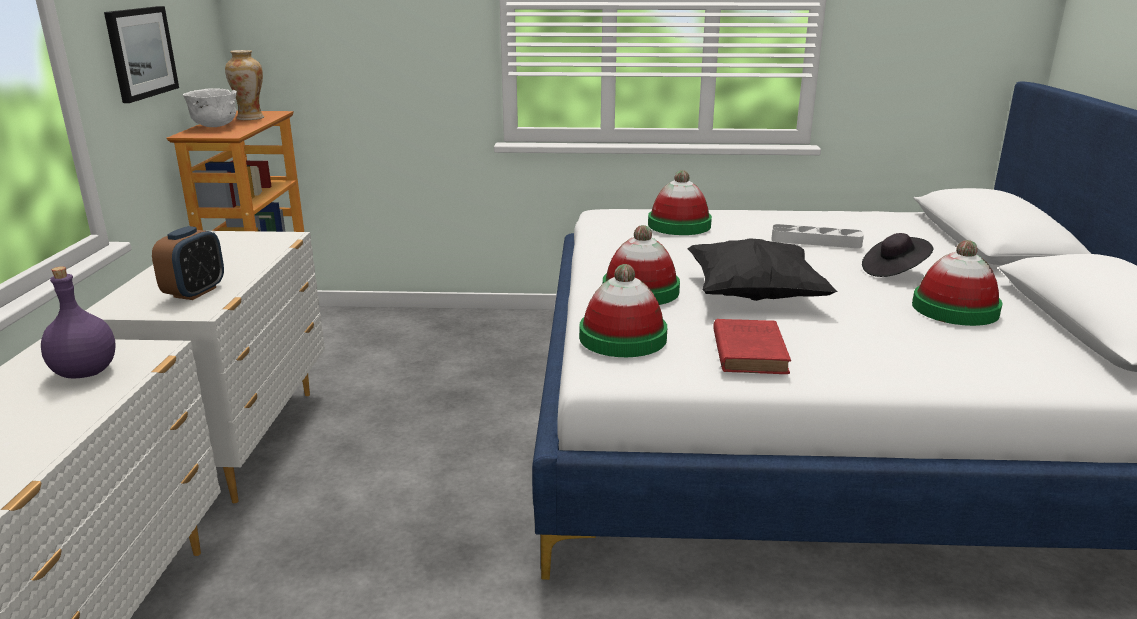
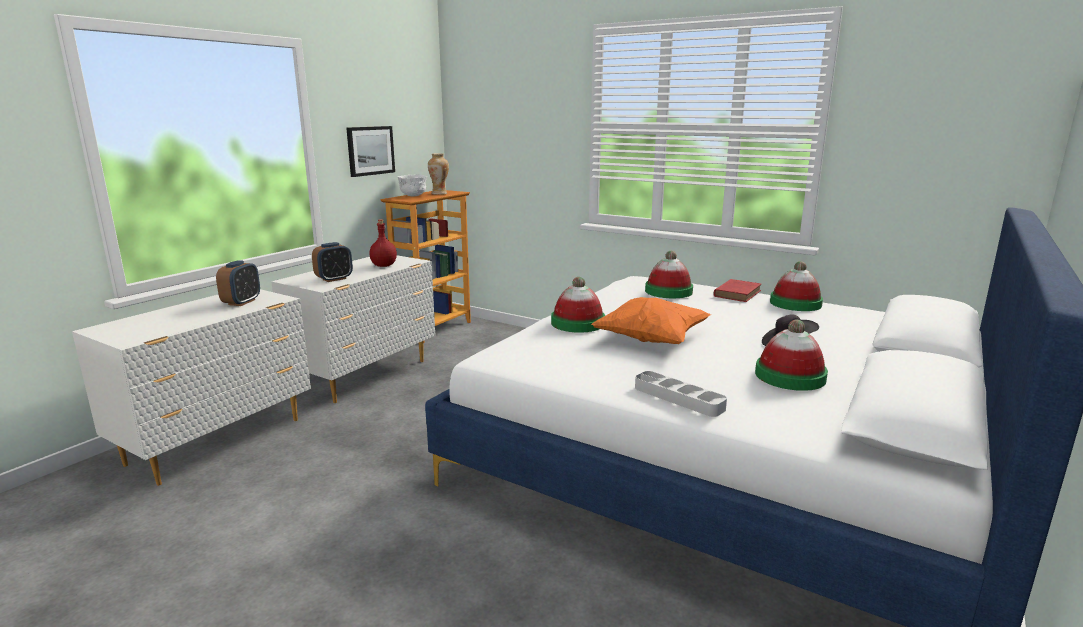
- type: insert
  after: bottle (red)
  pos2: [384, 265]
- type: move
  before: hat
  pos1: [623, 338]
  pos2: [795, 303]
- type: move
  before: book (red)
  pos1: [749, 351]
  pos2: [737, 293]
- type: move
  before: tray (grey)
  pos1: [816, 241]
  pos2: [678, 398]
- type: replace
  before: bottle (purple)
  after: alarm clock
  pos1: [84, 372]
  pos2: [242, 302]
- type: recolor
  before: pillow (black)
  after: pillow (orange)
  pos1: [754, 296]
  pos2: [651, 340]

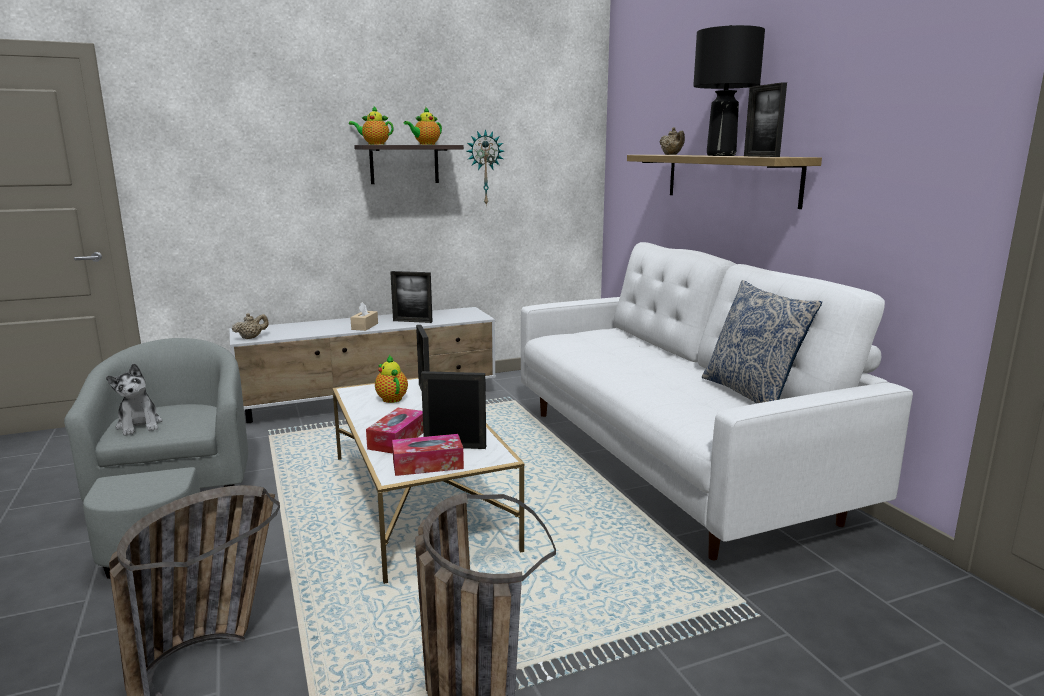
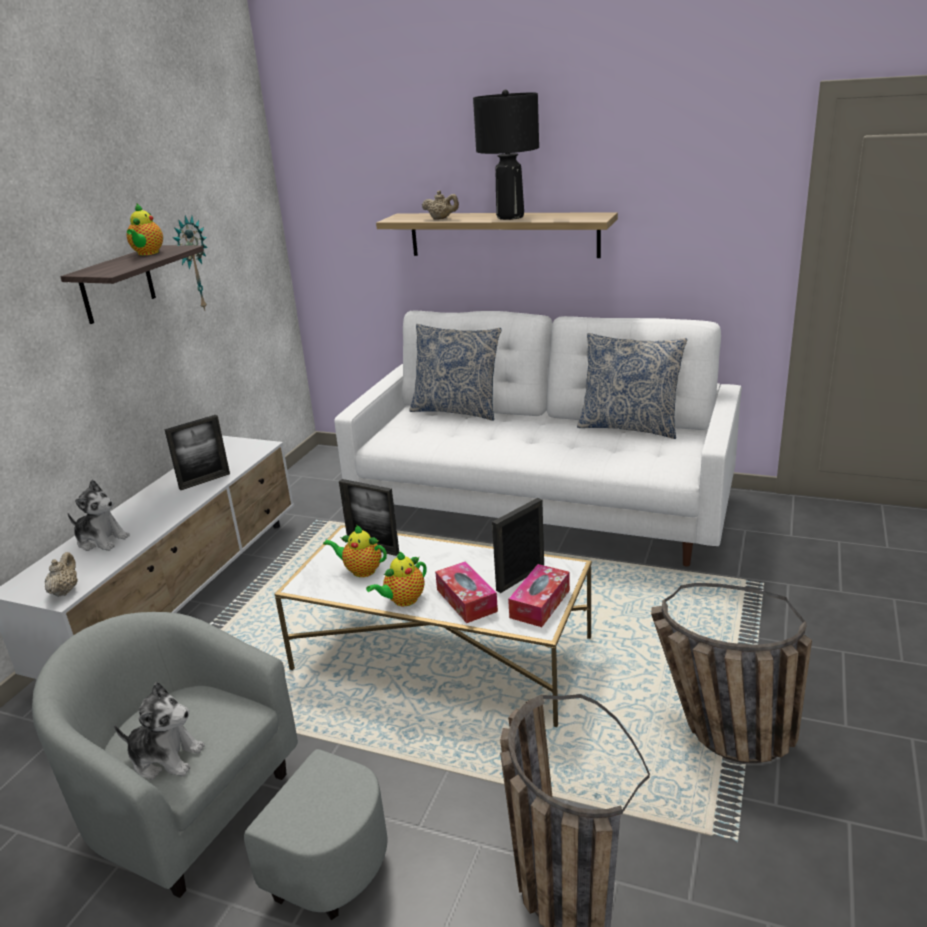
- type: delete
  before: tissue box (beige)
  pos1: [364, 326]
- type: delete
  before: picture frame
  pos1: [761, 156]
- type: insert
  after: plush toy
  pos2: [101, 540]
- type: insert
  after: pillow
  pos2: [457, 410]
- type: move
  before: teapot
  pos1: [374, 144]
  pos2: [403, 600]

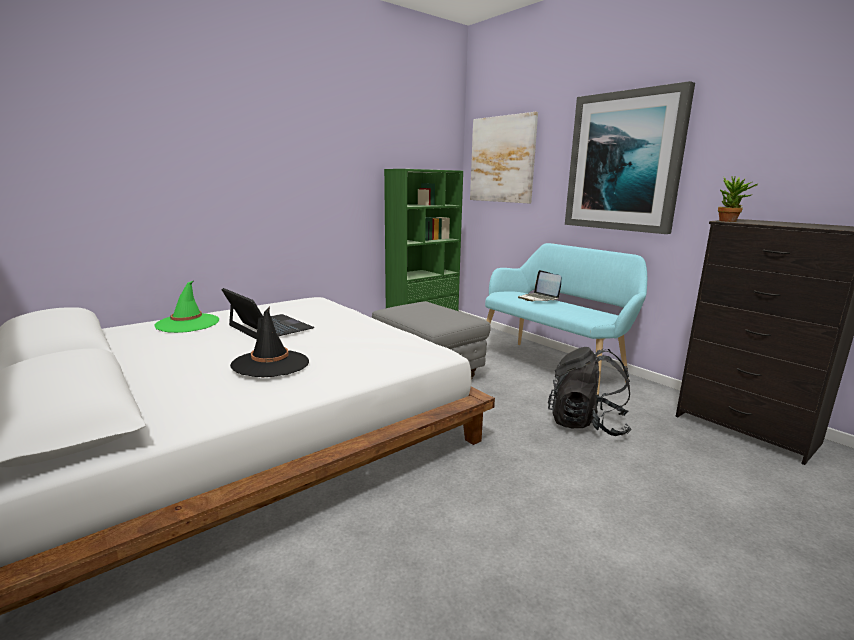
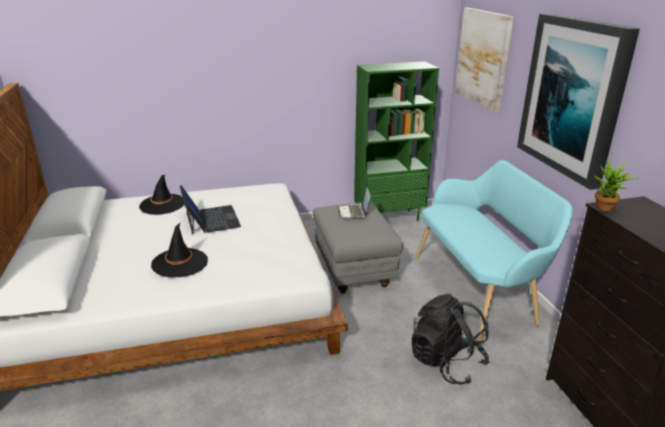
- type: move
  before: laptop
  pos1: [538, 298]
  pos2: [354, 212]
- type: recolor
  before: hat (green)
  after: hat (black)
  pos1: [187, 323]
  pos2: [162, 204]

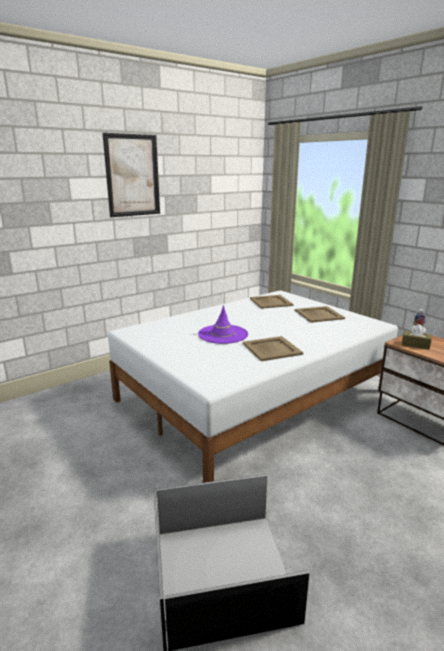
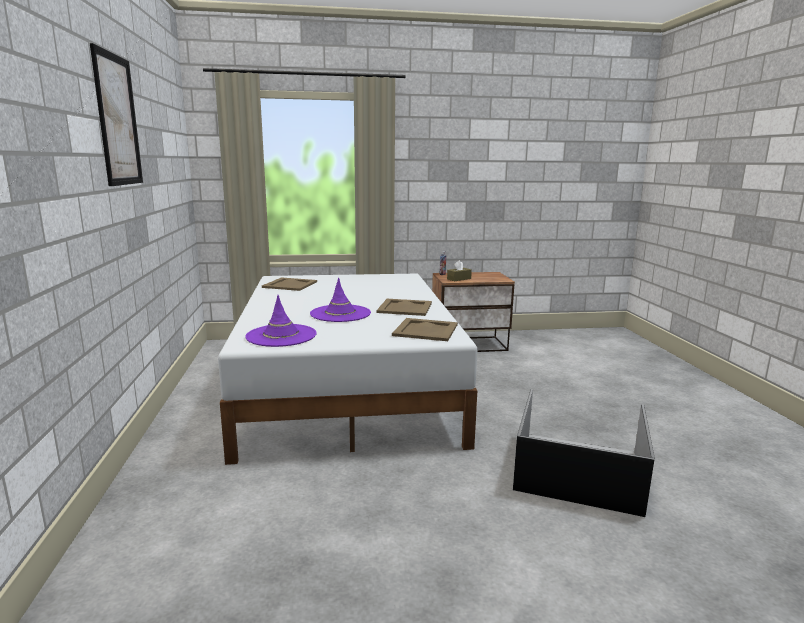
- type: insert
  after: hat (purple)
  pos2: [281, 336]
- type: move
  before: tray (beige)
  pos1: [318, 314]
  pos2: [425, 330]

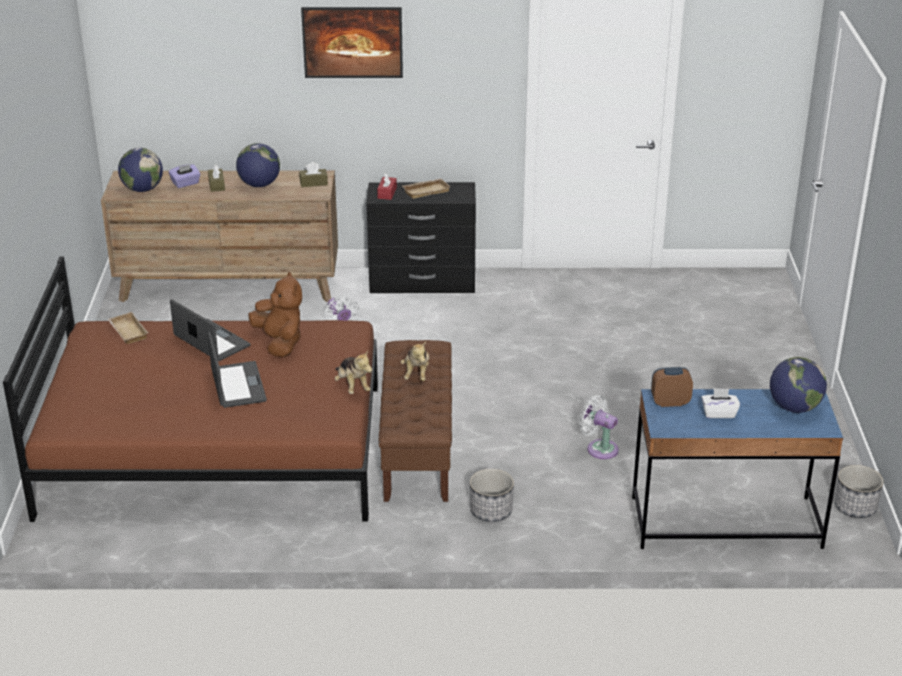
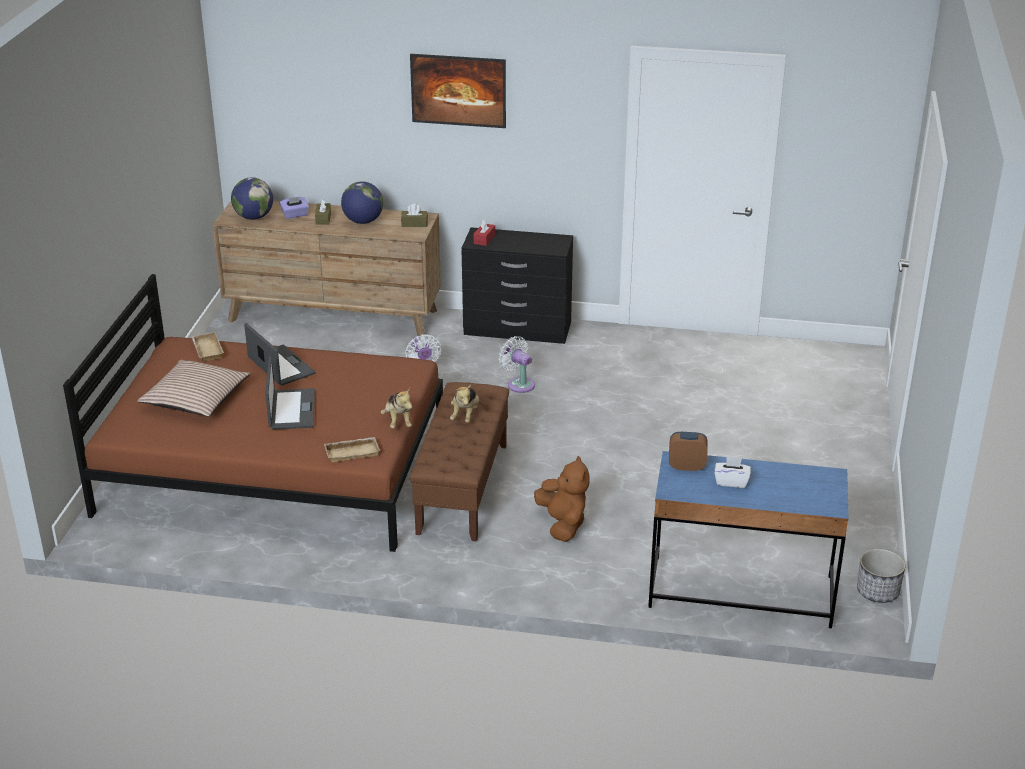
- type: delete
  before: planter
  pos1: [491, 511]
- type: delete
  before: globe
  pos1: [794, 407]
- type: insert
  after: pillow
  pos2: [195, 398]
- type: move
  before: plush toy (brown)
  pos1: [280, 343]
  pos2: [563, 524]
- type: move
  before: tray (beige)
  pos1: [426, 191]
  pos2: [352, 452]
- type: move
  before: fan (white)
  pos1: [599, 448]
  pos2: [519, 384]

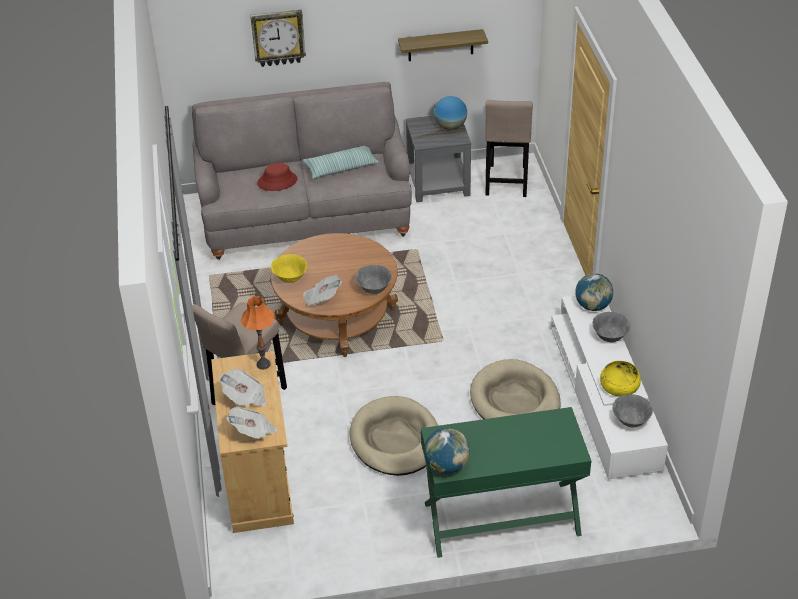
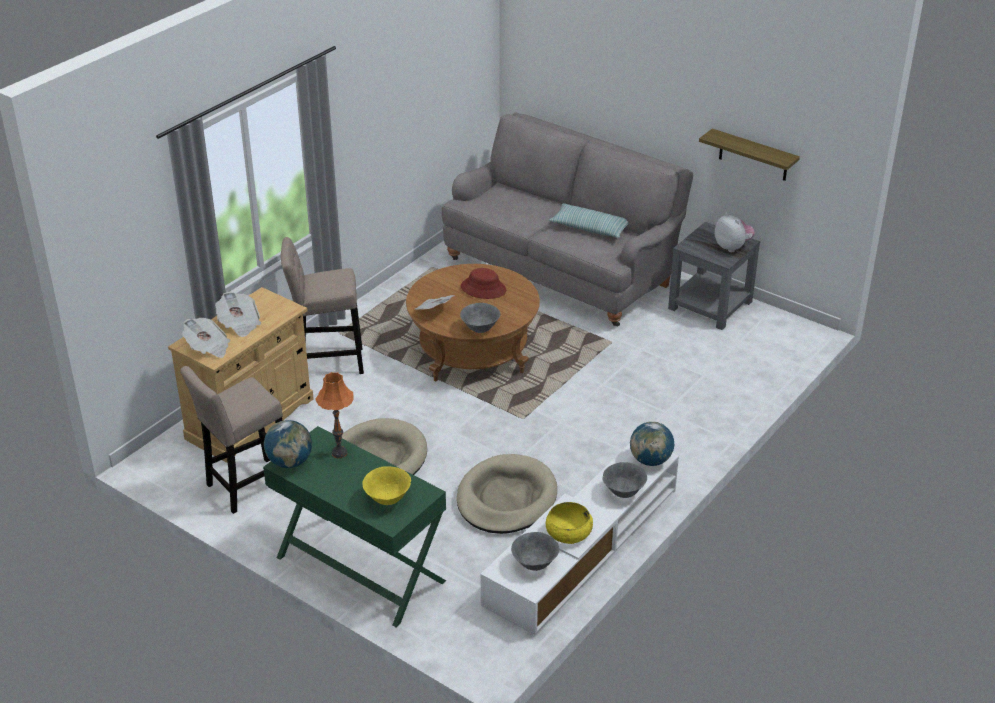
- type: delete
  before: wall clock
  pos1: [278, 37]
- type: move
  before: table lamp (orange)
  pos1: [263, 364]
  pos2: [339, 453]
- type: move
  before: hat (red)
  pos1: [277, 181]
  pos2: [483, 288]
- type: move
  before: bowl (yellow)
  pos1: [290, 279]
  pos2: [387, 499]
- type: move
  before: stool (beige)
  pos1: [506, 183]
  pos2: [245, 487]
- type: replace
  before: globe
  after: plush toy
  pos1: [450, 126]
  pos2: [732, 247]

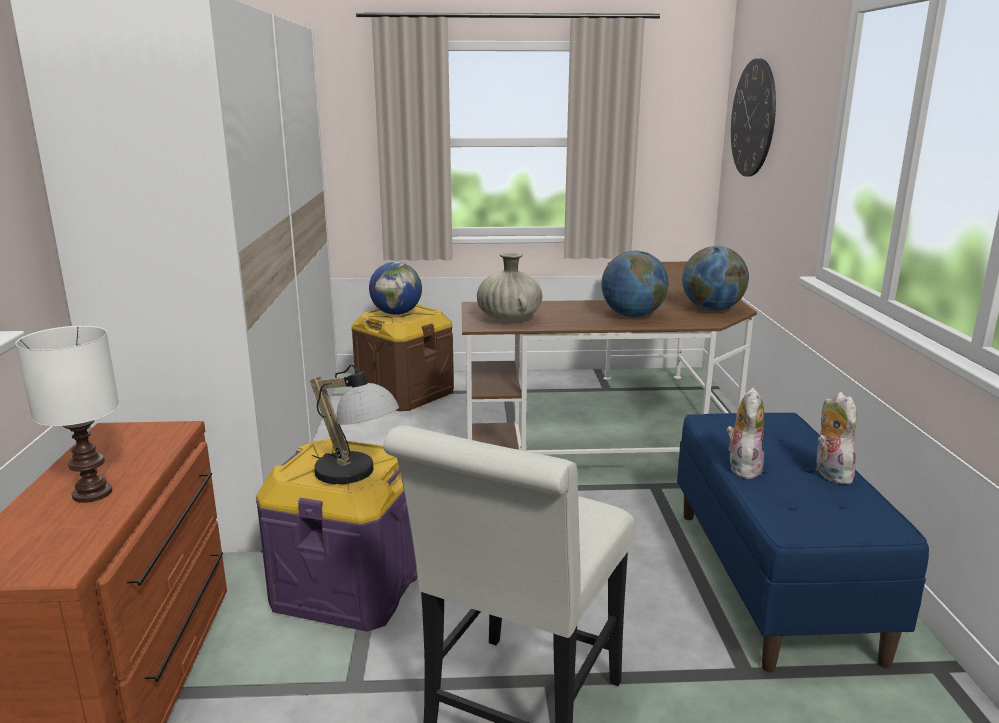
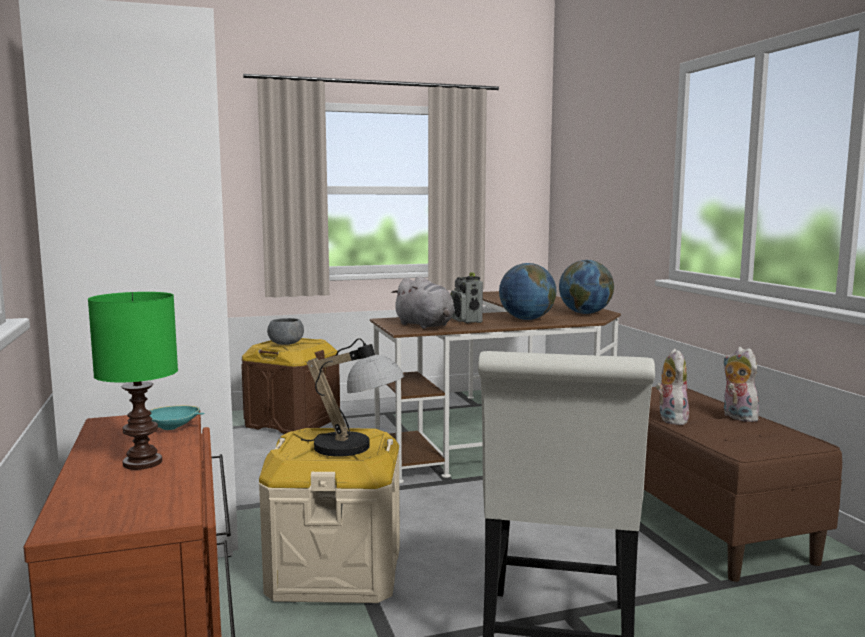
- type: delete
  before: wall clock
  pos1: [753, 118]
- type: insert
  after: bowl (turquoise)
  pos2: [173, 427]
- type: insert
  after: radio
  pos2: [466, 320]
- type: replace
  before: globe
  after: bowl (grey)
  pos1: [397, 313]
  pos2: [286, 344]
- type: replace
  before: vase (beige)
  after: plush toy (grey)
  pos1: [509, 318]
  pos2: [425, 325]
- type: recolor
  before: table lamp (white)
  after: table lamp (green)
  pos1: [91, 493]
  pos2: [141, 463]
- type: recolor
  before: storage box (purple)
  after: storage box (beige)
  pos1: [349, 585]
  pos2: [335, 571]
- type: recolor
  before: bench (blue)
  after: bench (brown)
  pos1: [774, 580]
  pos2: [698, 520]

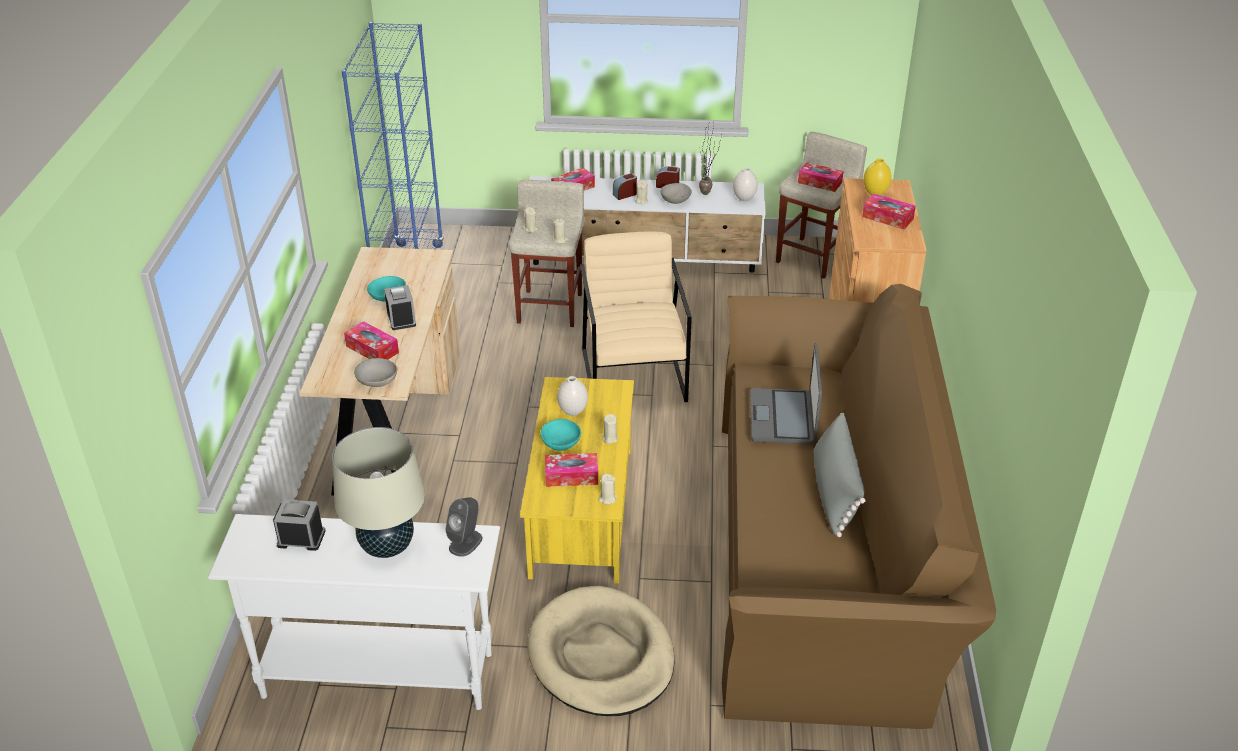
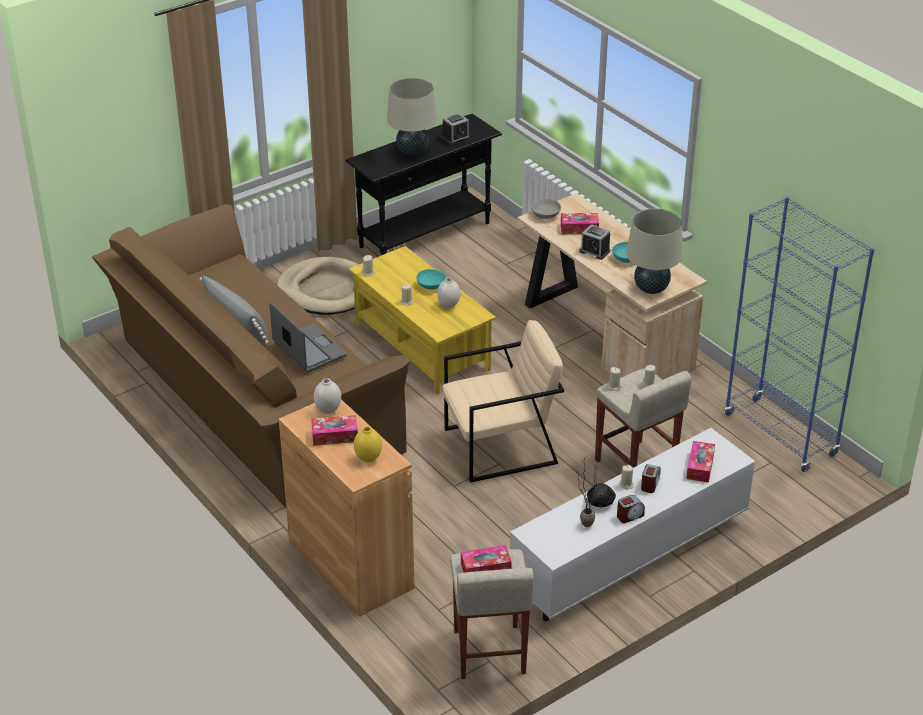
- type: delete
  before: speaker (grey)
  pos1: [466, 542]
- type: delete
  before: tissue box
  pos1: [571, 476]
- type: insert
  after: table lamp (beige)
  pos2: [651, 288]
- type: move
  before: vase (white)
  pos1: [744, 198]
  pos2: [328, 410]
- type: replace
  before: bowl (grey)
  after: plush toy (black)
  pos1: [675, 200]
  pos2: [600, 501]
- type: recolor
  before: console table (white)
  after: console table (black)
  pos1: [377, 674]
  pos2: [425, 235]
- type: rotate
  before: armchair (beige)
  pos1: [634, 374]
  pos2: [501, 446]
  turn: -60

